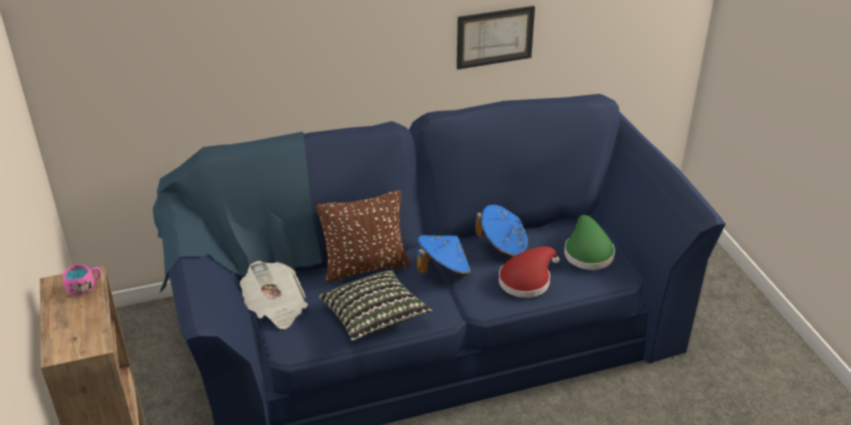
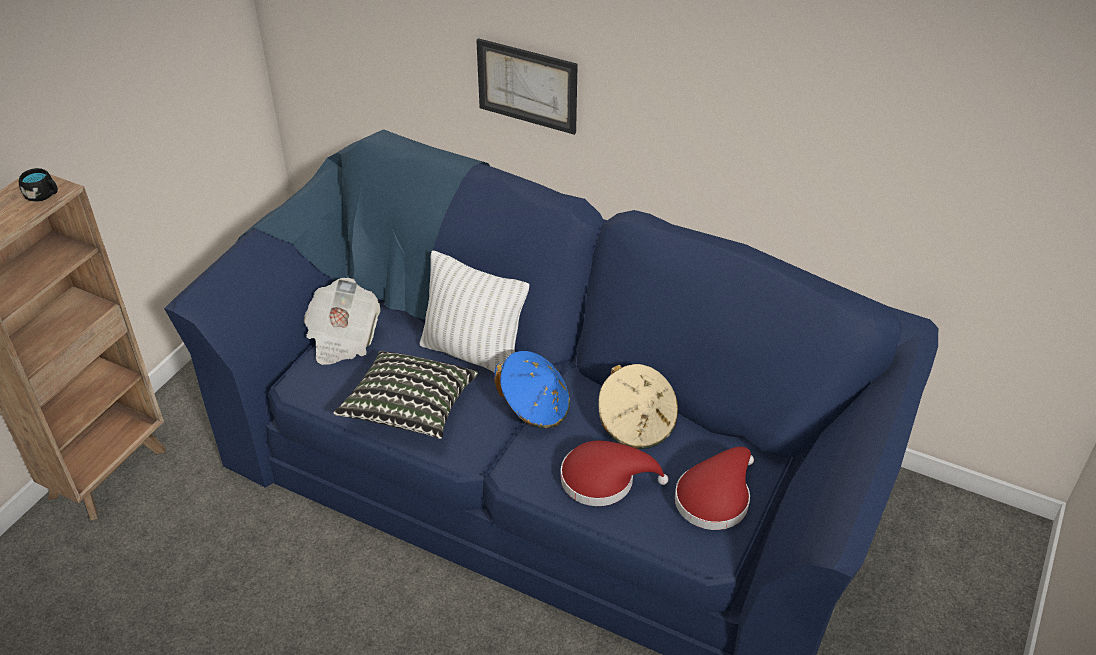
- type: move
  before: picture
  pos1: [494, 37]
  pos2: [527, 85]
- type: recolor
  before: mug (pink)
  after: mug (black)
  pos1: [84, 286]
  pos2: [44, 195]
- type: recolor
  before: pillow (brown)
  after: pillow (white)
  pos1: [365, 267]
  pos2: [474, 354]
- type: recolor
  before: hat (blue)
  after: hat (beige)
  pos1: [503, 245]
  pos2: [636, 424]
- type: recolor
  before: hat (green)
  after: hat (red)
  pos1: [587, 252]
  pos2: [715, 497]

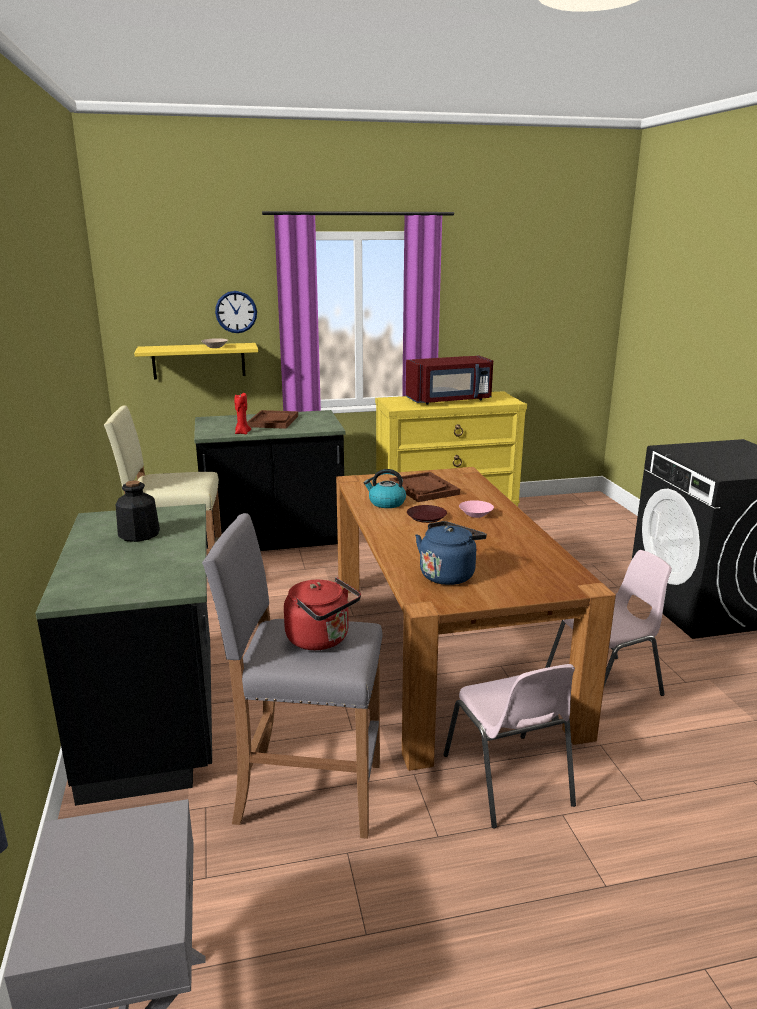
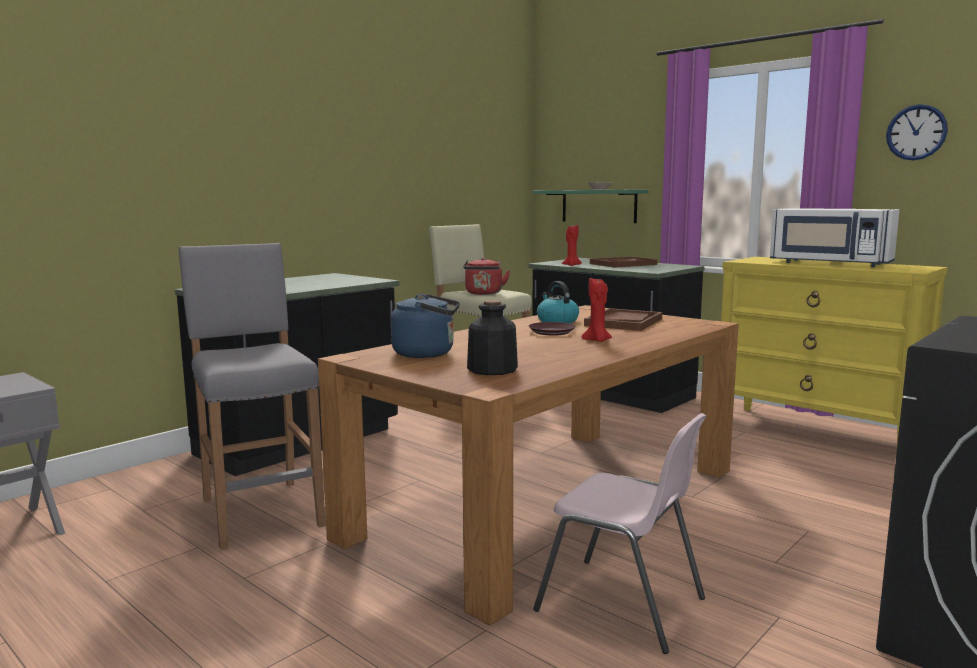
- type: delete
  before: chair (pink)
  pos1: [508, 781]
- type: move
  before: bottle
  pos1: [139, 534]
  pos2: [491, 369]
- type: move
  before: wall clock
  pos1: [236, 312]
  pos2: [916, 132]
- type: move
  before: kettle (red)
  pos1: [321, 639]
  pos2: [484, 293]
- type: replace
  before: bowl (pink)
  after: candle (red)
  pos1: [475, 515]
  pos2: [597, 340]
- type: recolor
  before: shelf (yellow)
  after: shelf (green)
  pos1: [198, 361]
  pos2: [598, 206]
- type: recolor
  before: microwave (red)
  after: microwave (white)
  pos1: [449, 400]
  pos2: [829, 264]

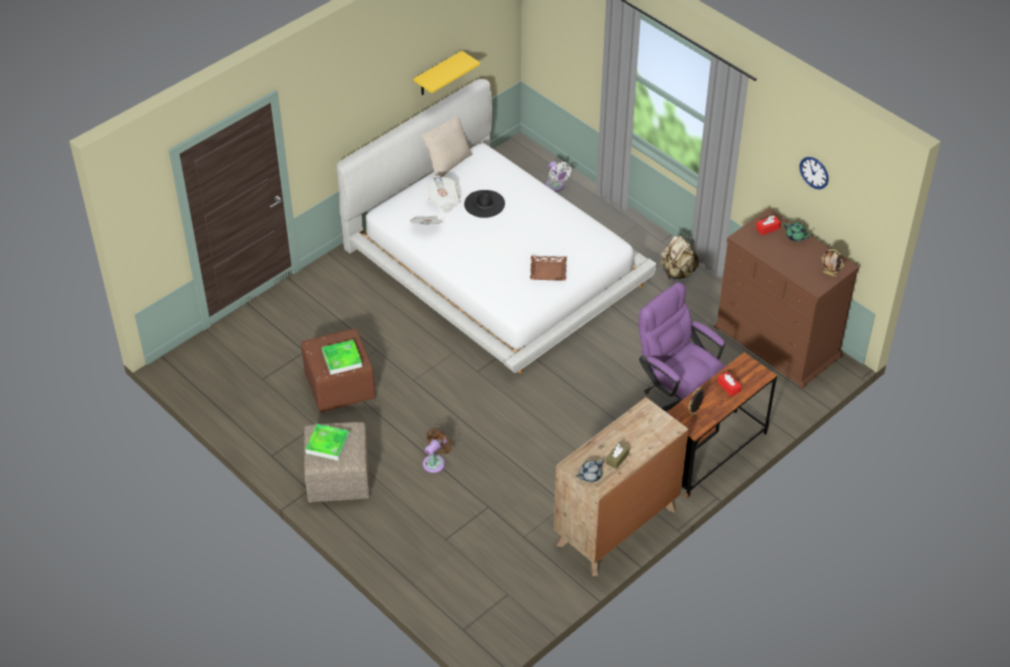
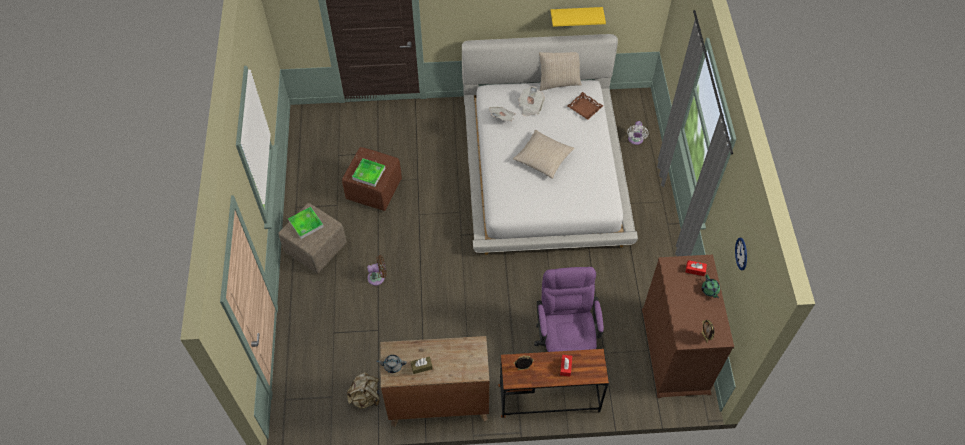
- type: delete
  before: hat (black)
  pos1: [484, 204]
- type: insert
  after: pillow (beige)
  pos2: [543, 158]
- type: move
  before: tray (brown)
  pos1: [548, 271]
  pos2: [584, 108]
- type: move
  before: backpack (beige)
  pos1: [677, 272]
  pos2: [365, 397]

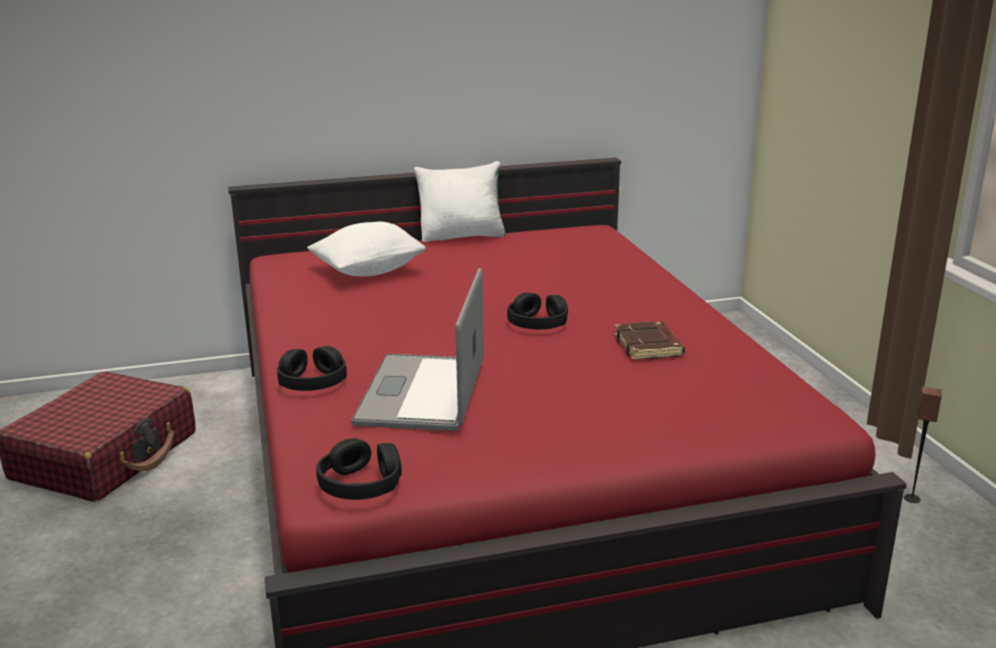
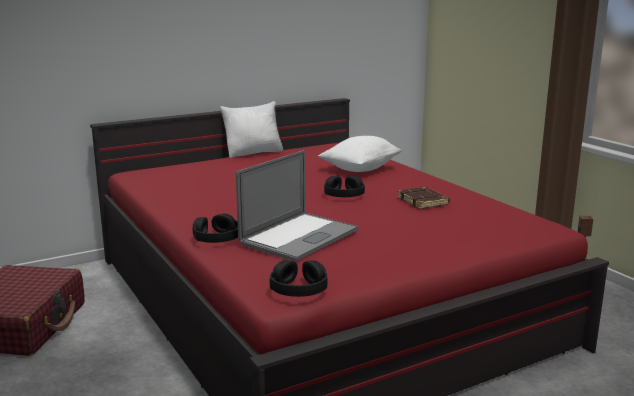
- type: move
  before: pillow (white)
  pos1: [369, 271]
  pos2: [360, 169]
- type: rotate
  before: laptop
  pos1: [422, 392]
  pos2: [299, 236]
  turn: -135

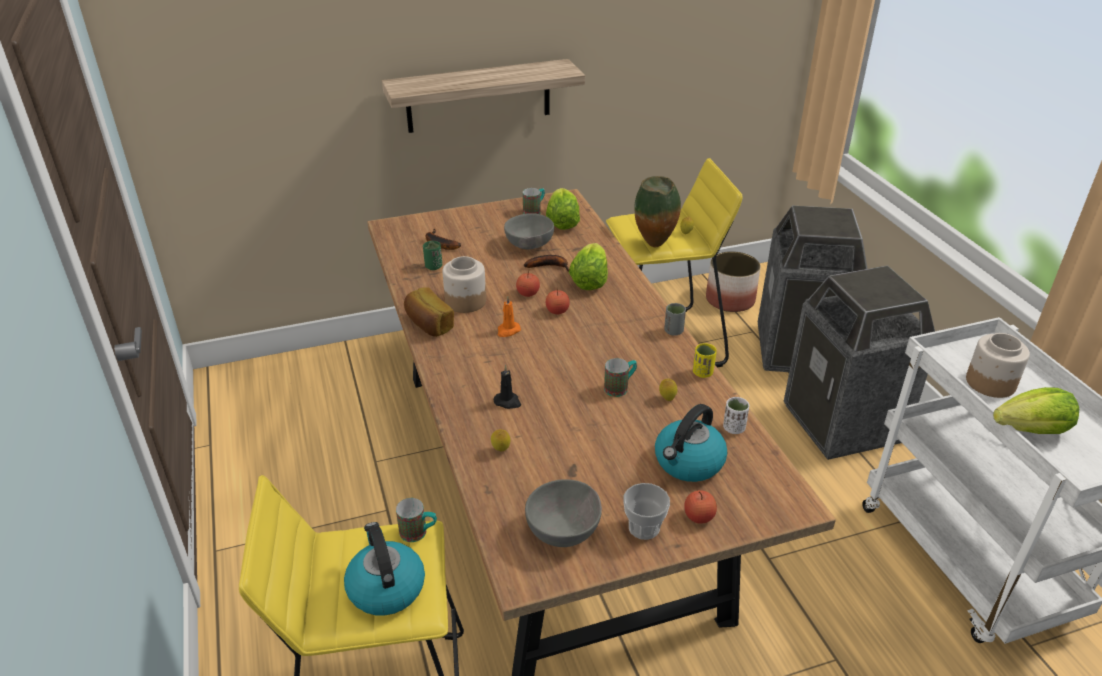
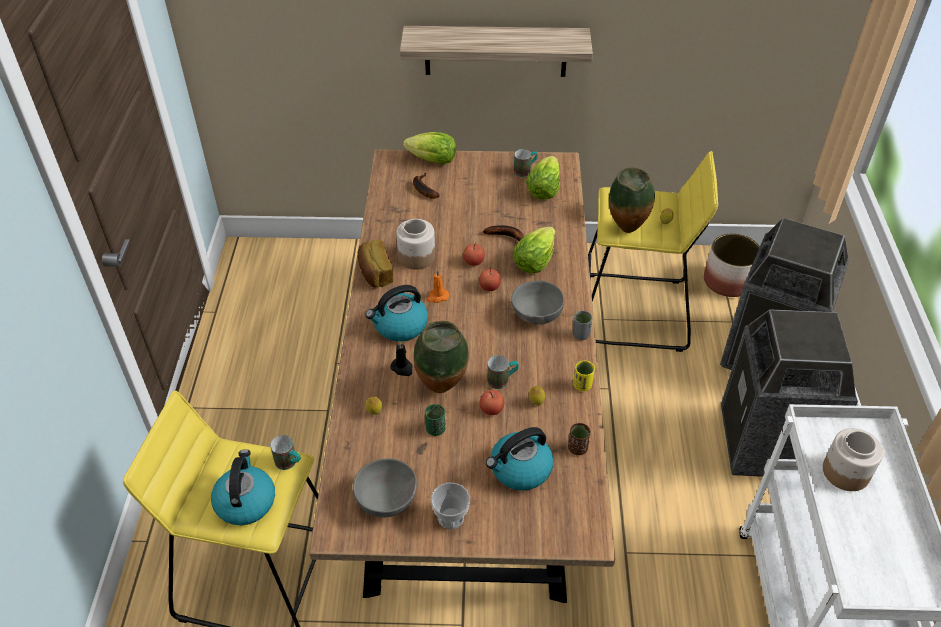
- type: insert
  after: kettle
  pos2: [400, 326]
- type: insert
  after: vase
  pos2: [442, 388]
- type: move
  before: cup (green)
  pos1: [433, 266]
  pos2: [435, 429]
- type: move
  before: bowl (grey)
  pos1: [529, 246]
  pos2: [535, 316]
- type: move
  before: apple
  pos1: [699, 517]
  pos2: [491, 409]
- type: move
  before: lettuce
  pos1: [1032, 430]
  pos2: [433, 160]
- type: recolor
  before: cup (white)
  after: cup (brown)
  pos1: [734, 428]
  pos2: [577, 448]

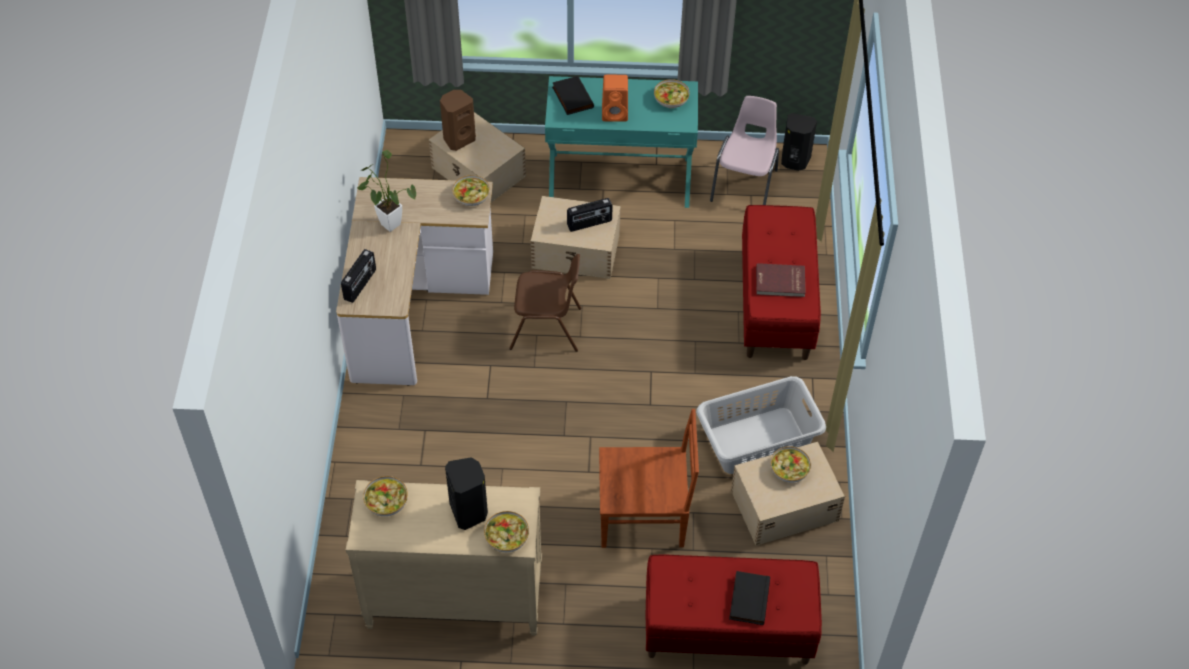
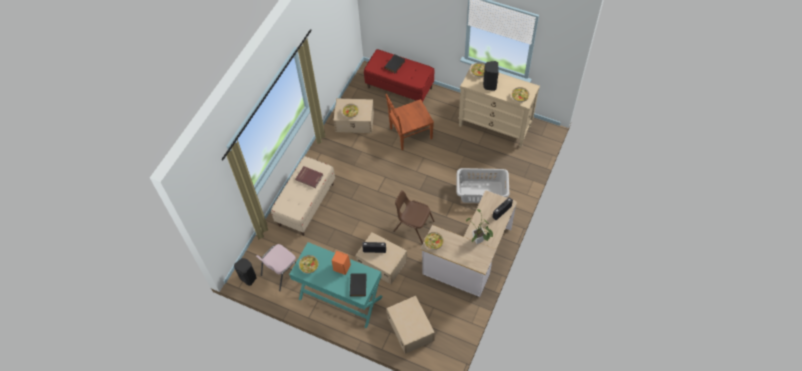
- type: delete
  before: speaker (brown)
  pos1: [458, 139]
- type: move
  before: laundry basket (grey)
  pos1: [756, 440]
  pos2: [481, 192]
- type: recolor
  before: bench (red)
  after: bench (beige)
  pos1: [776, 304]
  pos2: [306, 204]
- type: rotate
  before: chair (brown)
  pos1: [644, 516]
  pos2: [410, 134]
  turn: -45

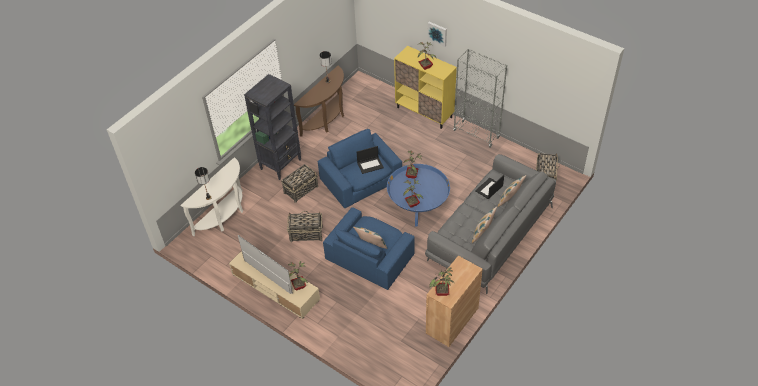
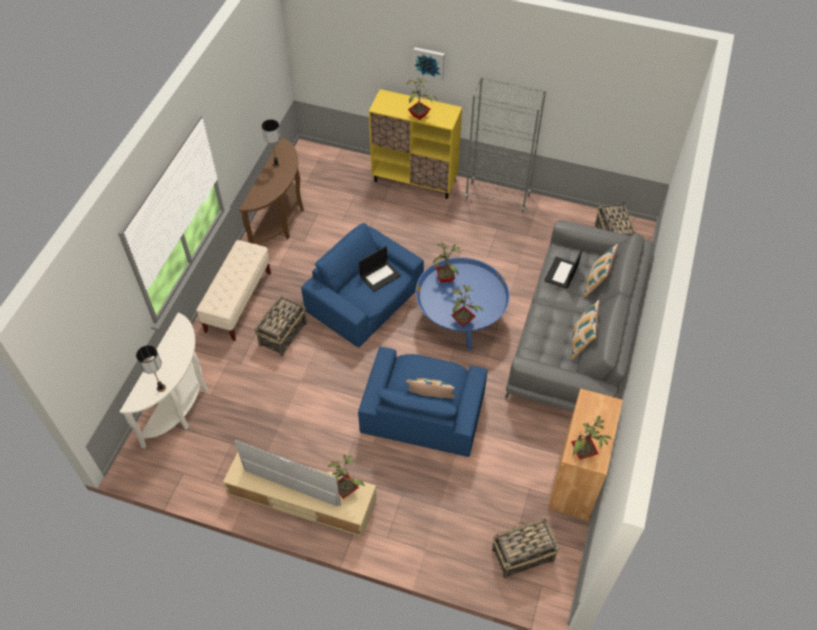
- type: move
  before: basket
  pos1: [306, 233]
  pos2: [522, 555]
- type: replace
  before: bookcase (black)
  after: bench (beige)
  pos1: [281, 164]
  pos2: [238, 302]

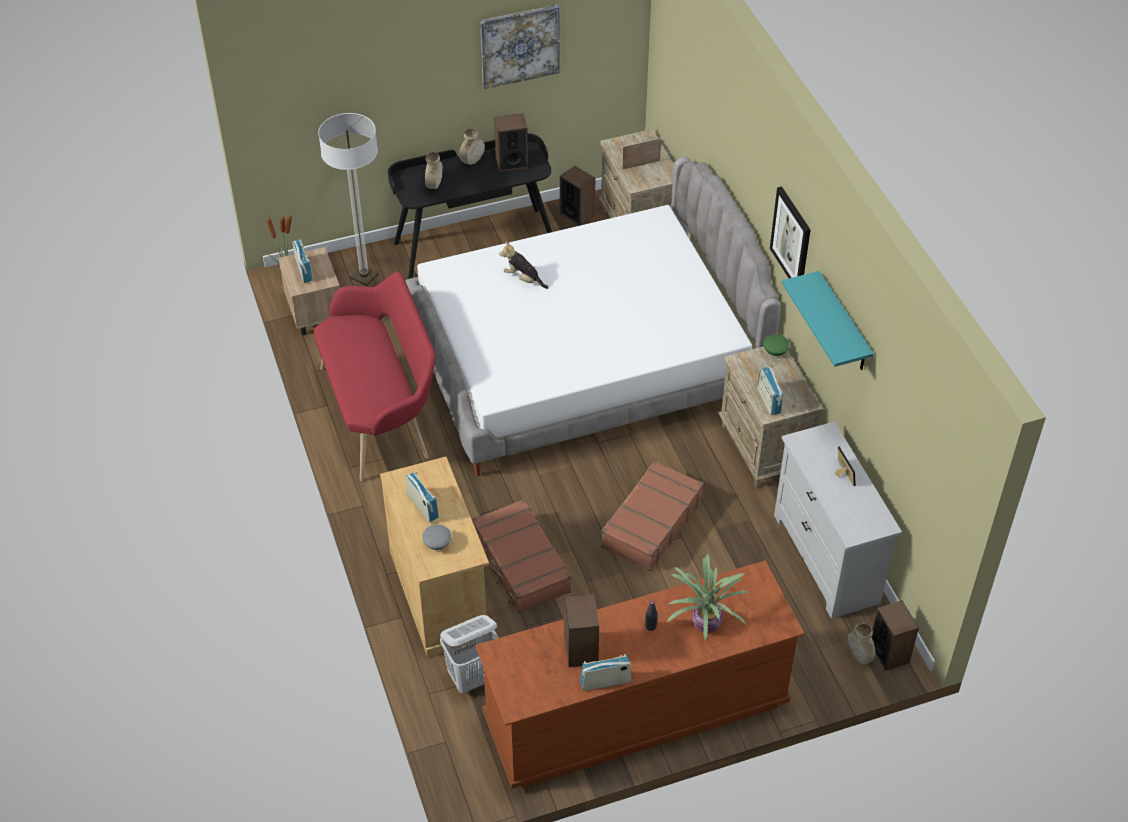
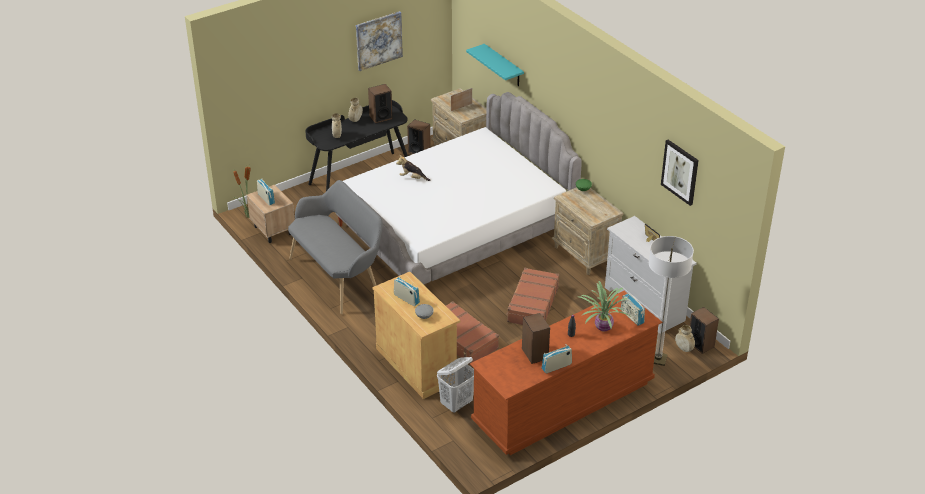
- type: move
  before: floor lamp
  pos1: [364, 276]
  pos2: [658, 359]
- type: move
  before: radio
  pos1: [768, 400]
  pos2: [632, 317]
- type: move
  before: picture
  pos1: [791, 238]
  pos2: [680, 172]
- type: move
  before: shelf (turquoise)
  pos1: [843, 324]
  pos2: [503, 66]
- type: recolor
  before: bench (red)
  after: bench (grey)
  pos1: [381, 413]
  pos2: [339, 276]

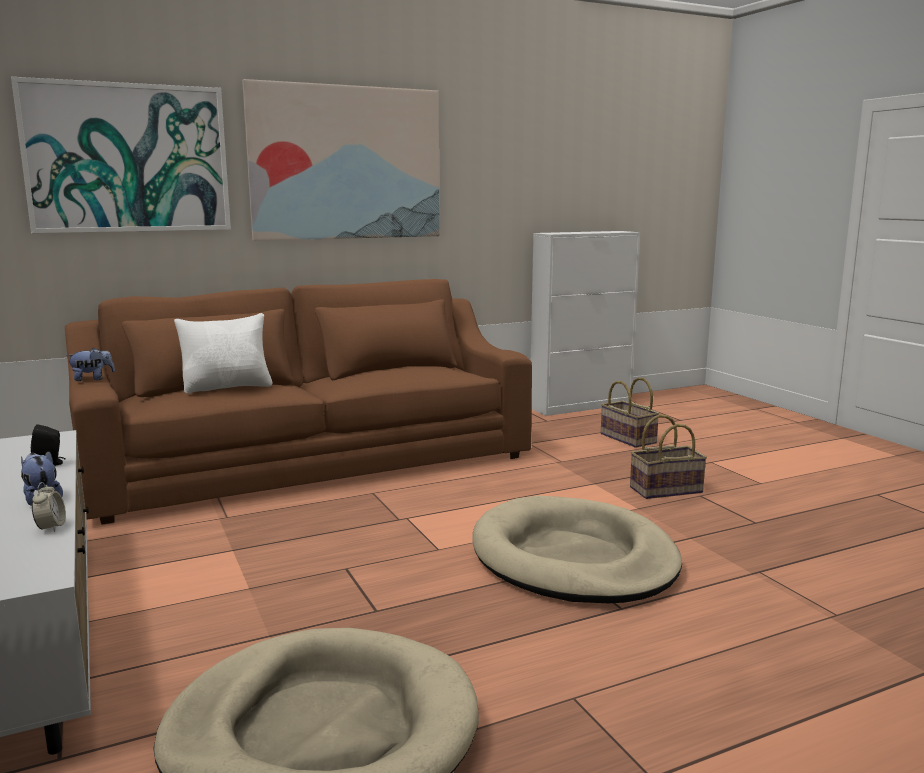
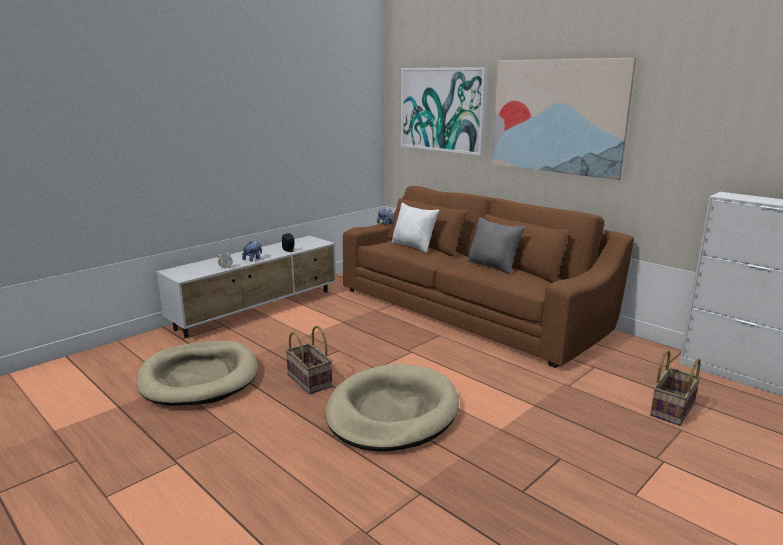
- type: insert
  after: pillow (grey)
  pos2: [493, 266]
- type: move
  before: basket
  pos1: [665, 489]
  pos2: [310, 380]

